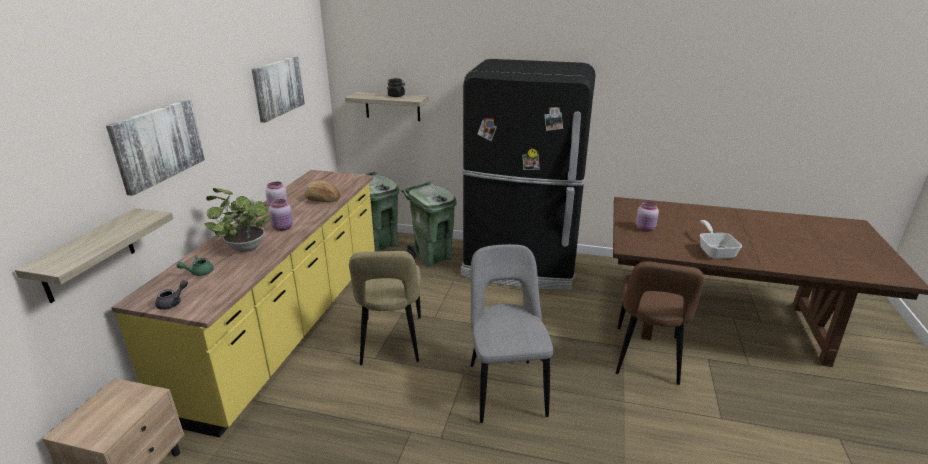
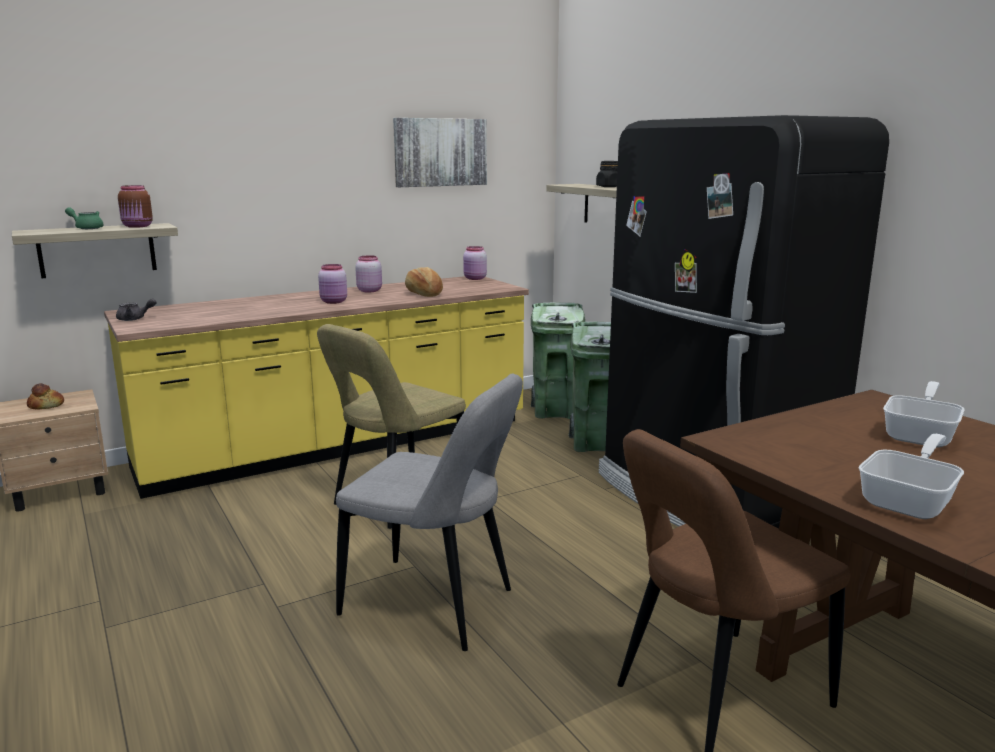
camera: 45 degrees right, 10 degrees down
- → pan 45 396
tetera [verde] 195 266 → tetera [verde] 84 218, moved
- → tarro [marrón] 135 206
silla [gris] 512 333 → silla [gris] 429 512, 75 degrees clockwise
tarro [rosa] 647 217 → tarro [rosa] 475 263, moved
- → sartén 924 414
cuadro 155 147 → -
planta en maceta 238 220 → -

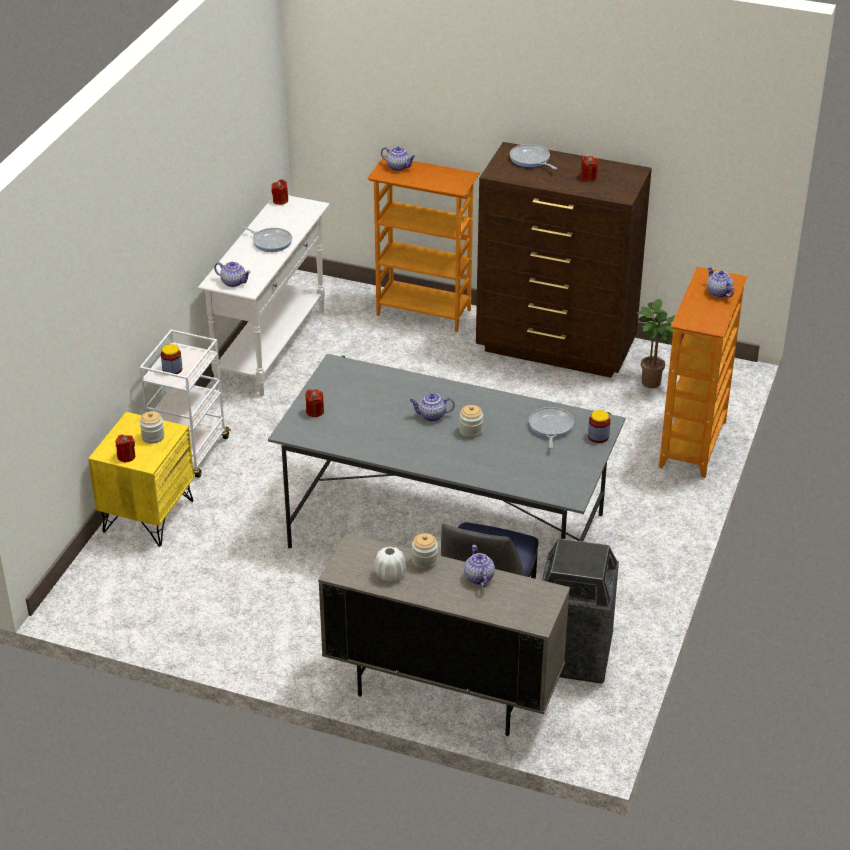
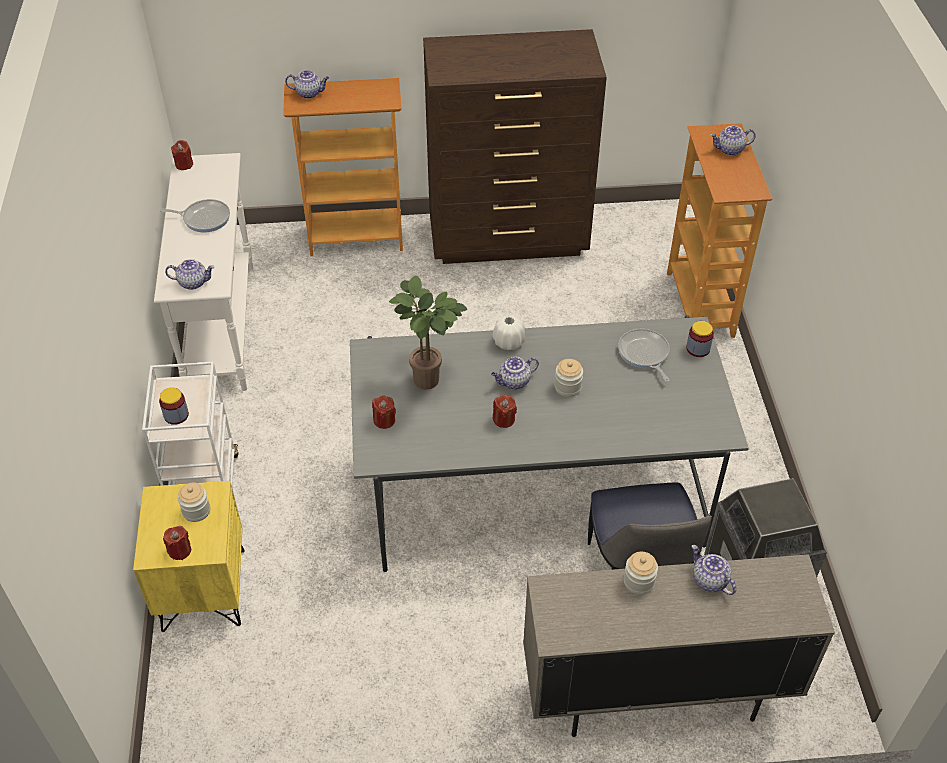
camera: 25 degrees left, 10 degrees up
planta en maceta 660 343 → planta en maceta 428 332, moved
florero [blanco] 390 564 → florero [blanco] 509 332, moved
vela [rojo] 589 168 → vela [rojo] 505 411, moved
tetera 720 282 → tetera 733 141, 45 degrees counterclockwise
sartén 533 157 → -

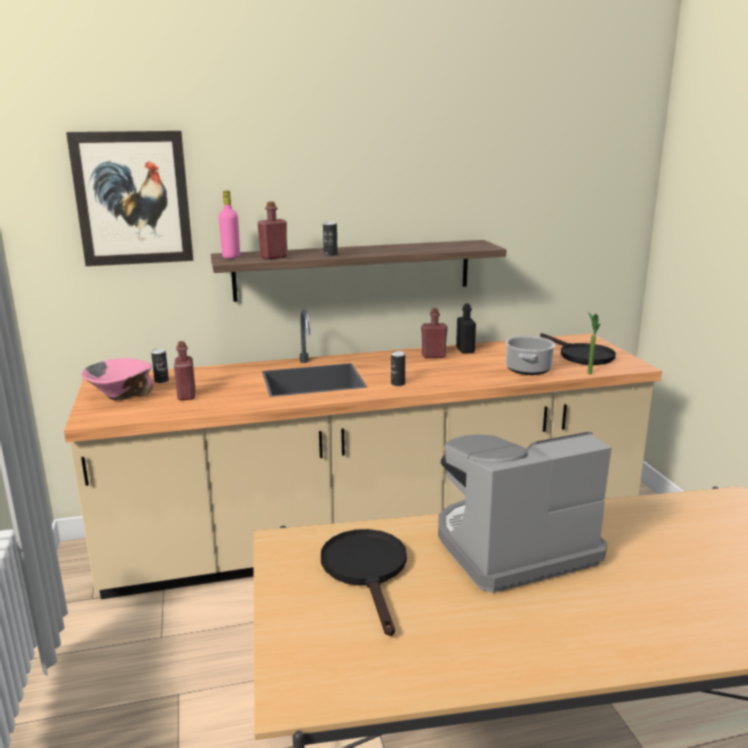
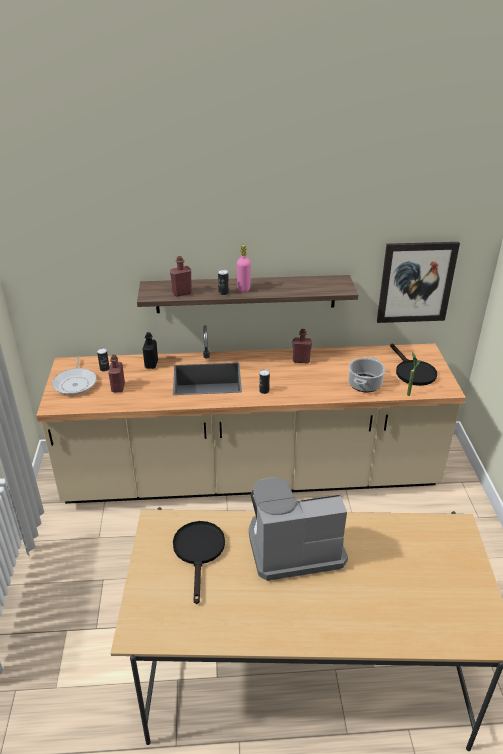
camera: 10 degrees right, 15 degrees up
cuenco [rosa] 117 379 → sartén 74 375
botella [negro] 466 328 → botella [negro] 150 350, moved
botella [rosa] 229 224 → botella [rosa] 244 268, moved
cuadro 129 198 → cuadro 418 282, moved

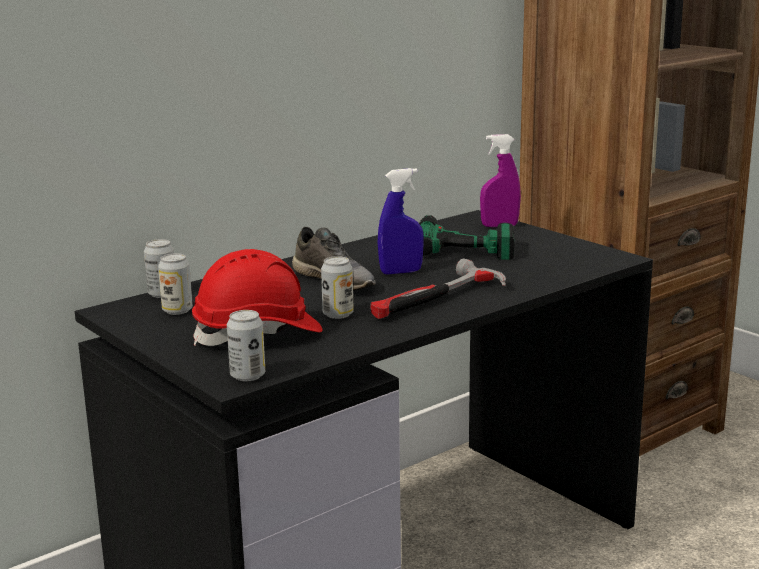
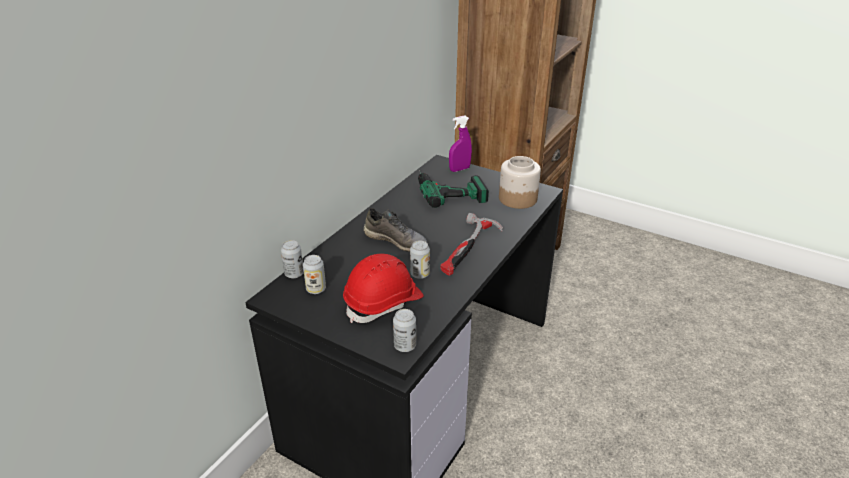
camera: 20 degrees left, 15 degrees up
- → tarro 520 182
pulverizador [azul] 401 221 → -

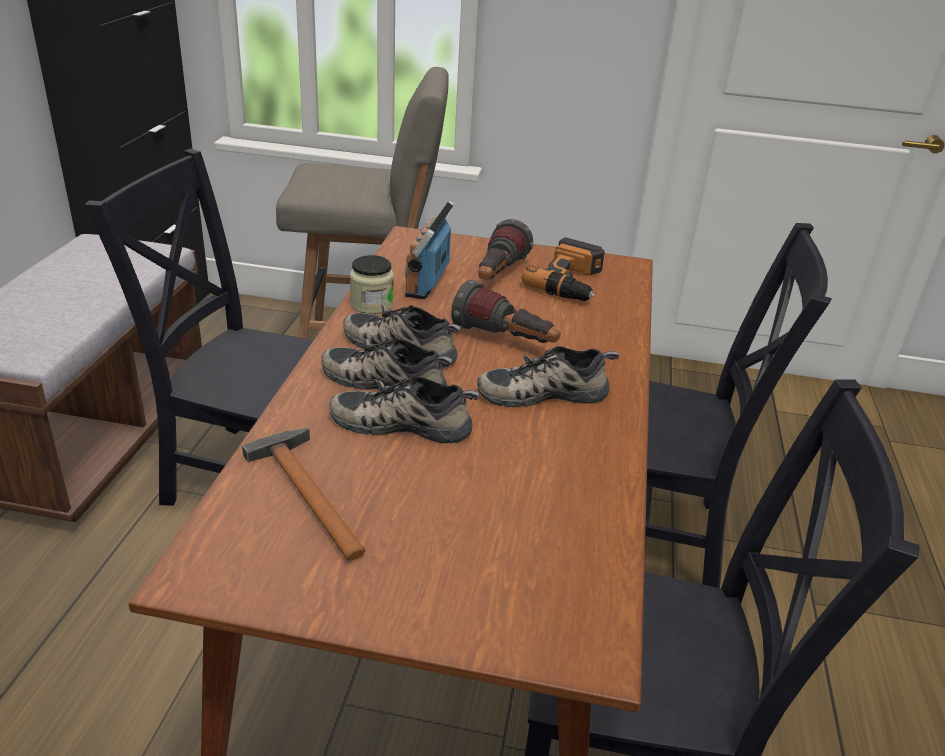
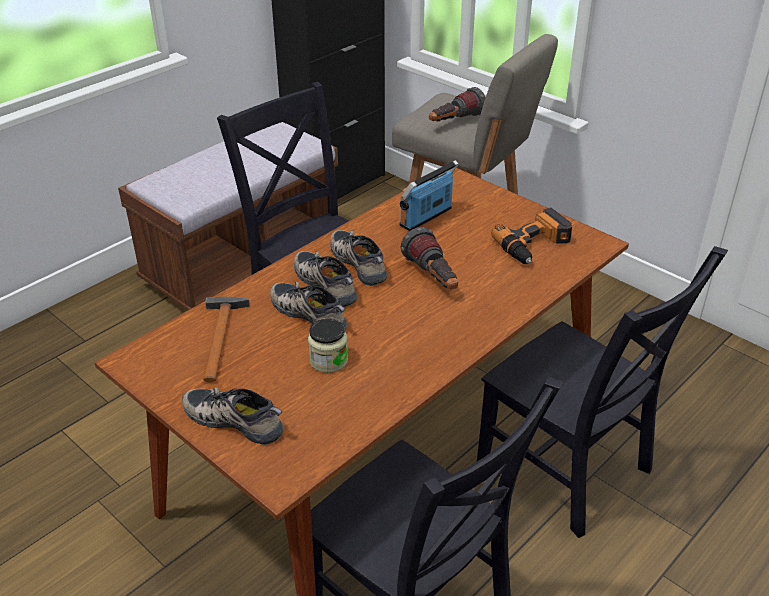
camera: 35 degrees right, 5 degrees up
zapato 548 376 → zapato 233 416, moved
tarro 372 284 → tarro 328 345, moved
linterna 505 249 → linterna 457 104, moved

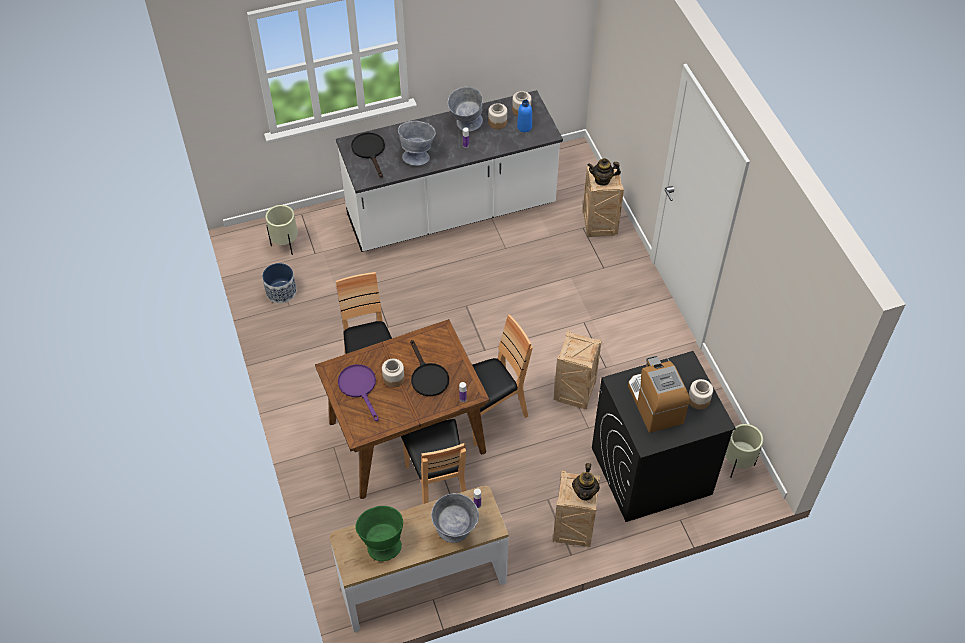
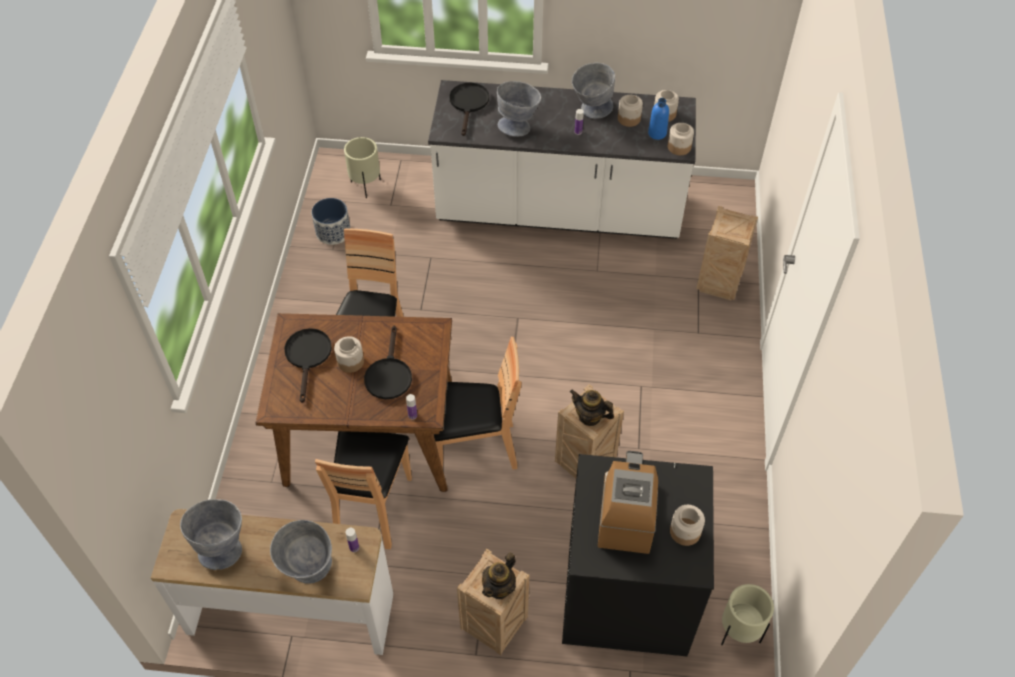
camera: 25 degrees right, 0 degrees up
cuenco [verde] 379 533 → cuenco [gris] 211 534
sartén [morado] 358 392 → sartén [negro] 308 365
tetera 604 172 → tetera 592 408, moved
- → tarro 681 139

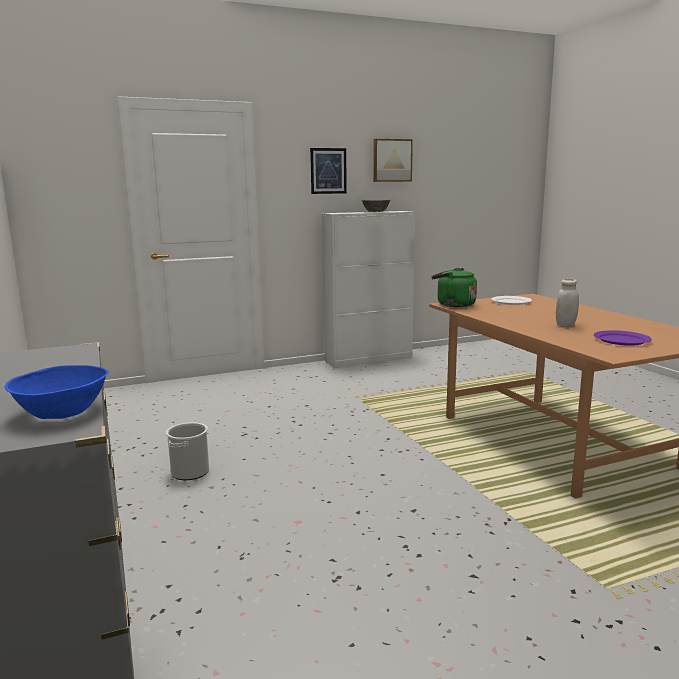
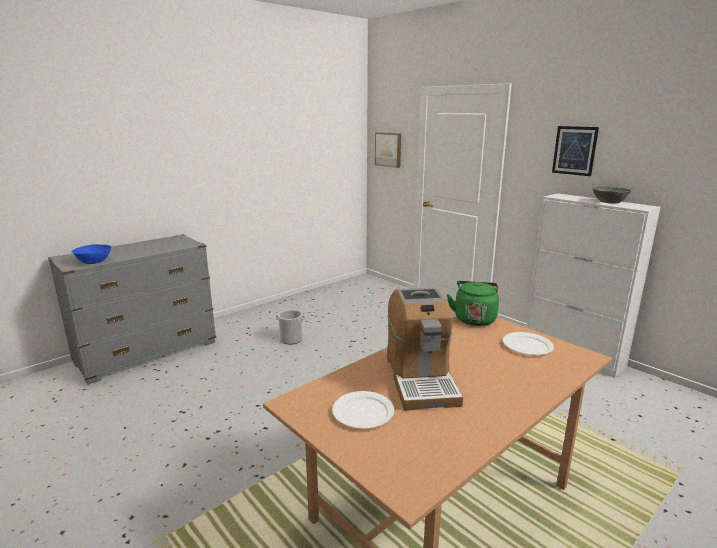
camera: 70 degrees right, 5 degrees up
plato [morado] 623 338 → plato [blanco] 363 409
cuadro 393 160 → cuadro 388 150, moved
tarro [blanco] 567 303 → cafetera 425 349

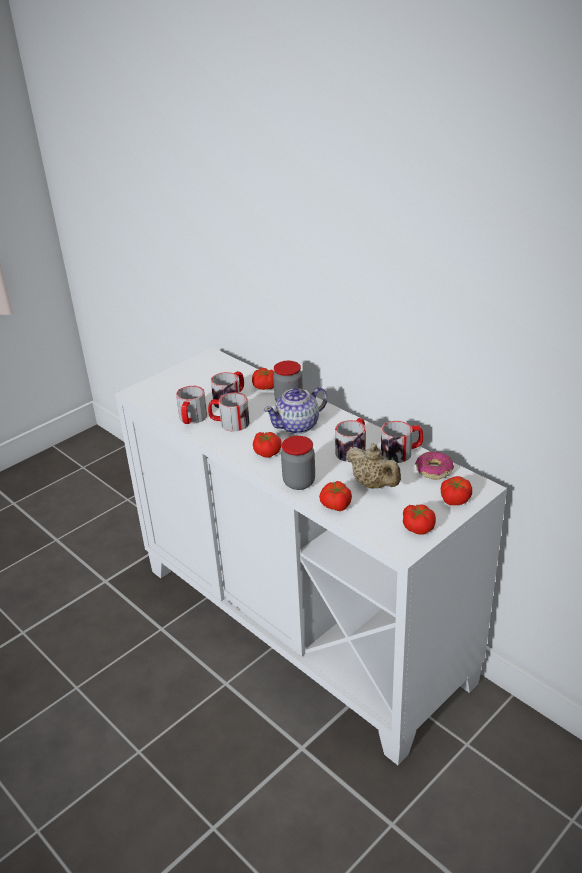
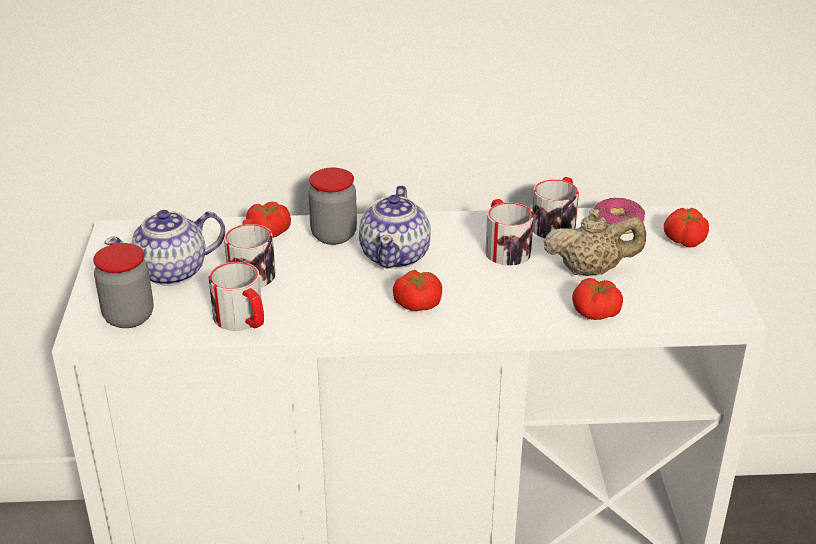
camera: 50 degrees left, 0 degrees up
tarro 298 463 → tarro 123 285, moved
- → tetera 164 248
taza grande 228 411 → -
tomate 419 519 → -

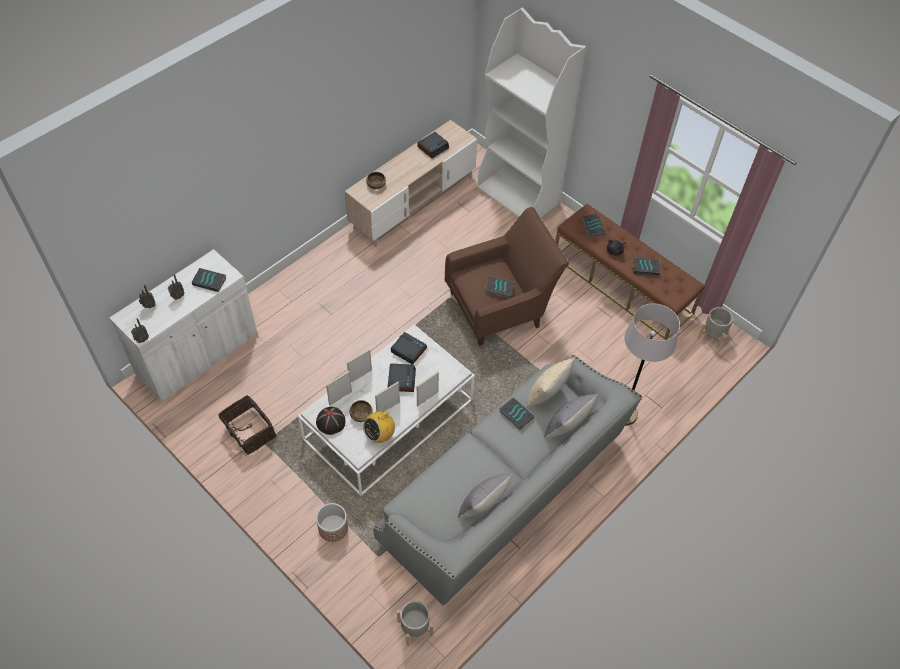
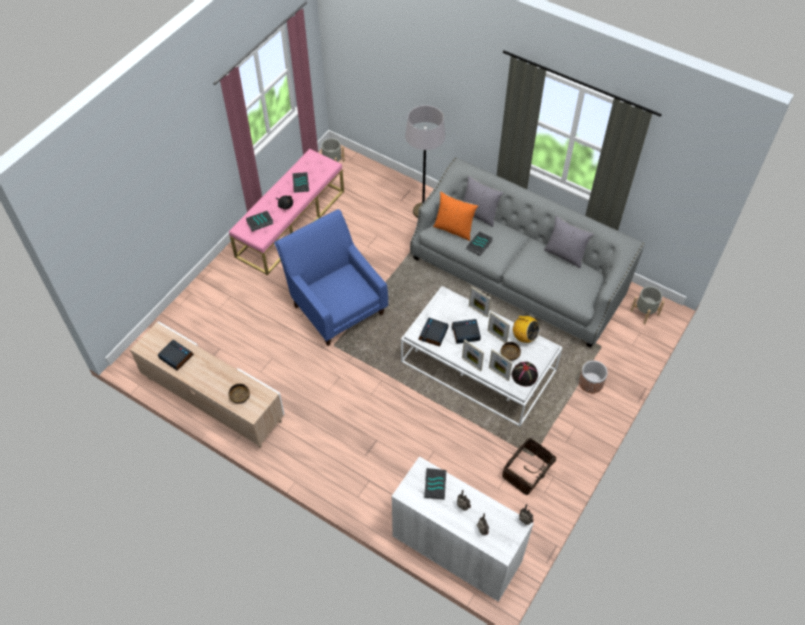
camera: 100 degrees left, 0 degrees up
banco [marrón] 630 272 → banco [rosa] 286 212
sillón [marrón] 507 276 → sillón [azul] 331 277
cojín [beis] 550 382 → cojín [naranja] 455 216
estantería [blanco] 532 112 → -
libro 500 287 → -

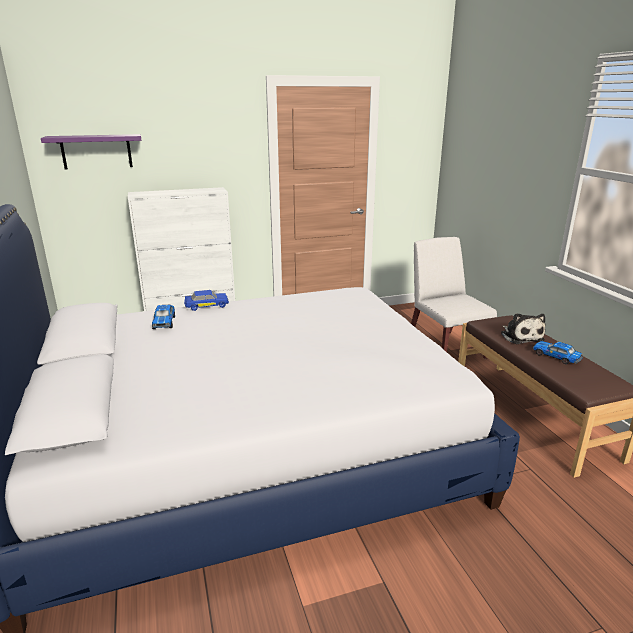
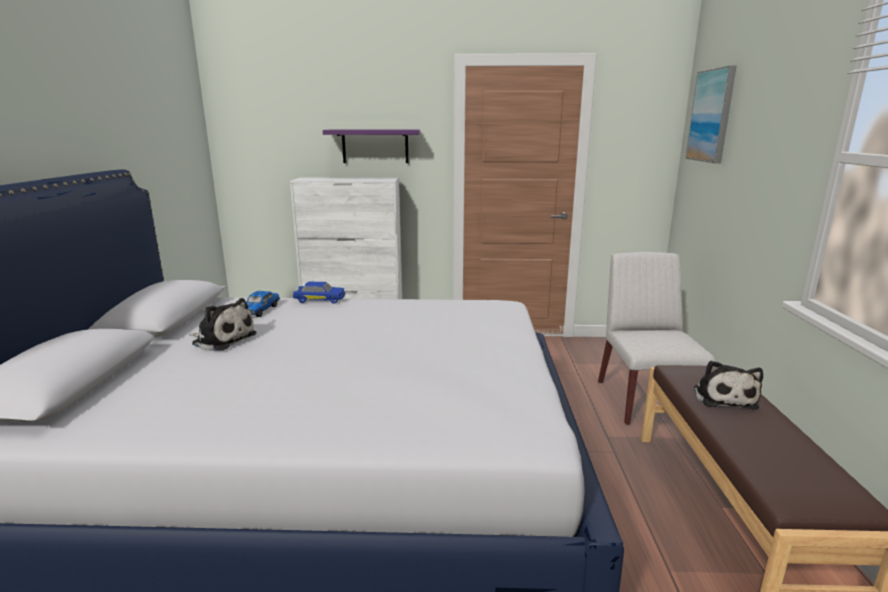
camera: 20 degrees right, 5 degrees down
- → peluche 223 324
estante [morado] 91 152 → estante [morado] 371 146, moved
- → cuadro 711 114
coche de juguete 558 352 → -

